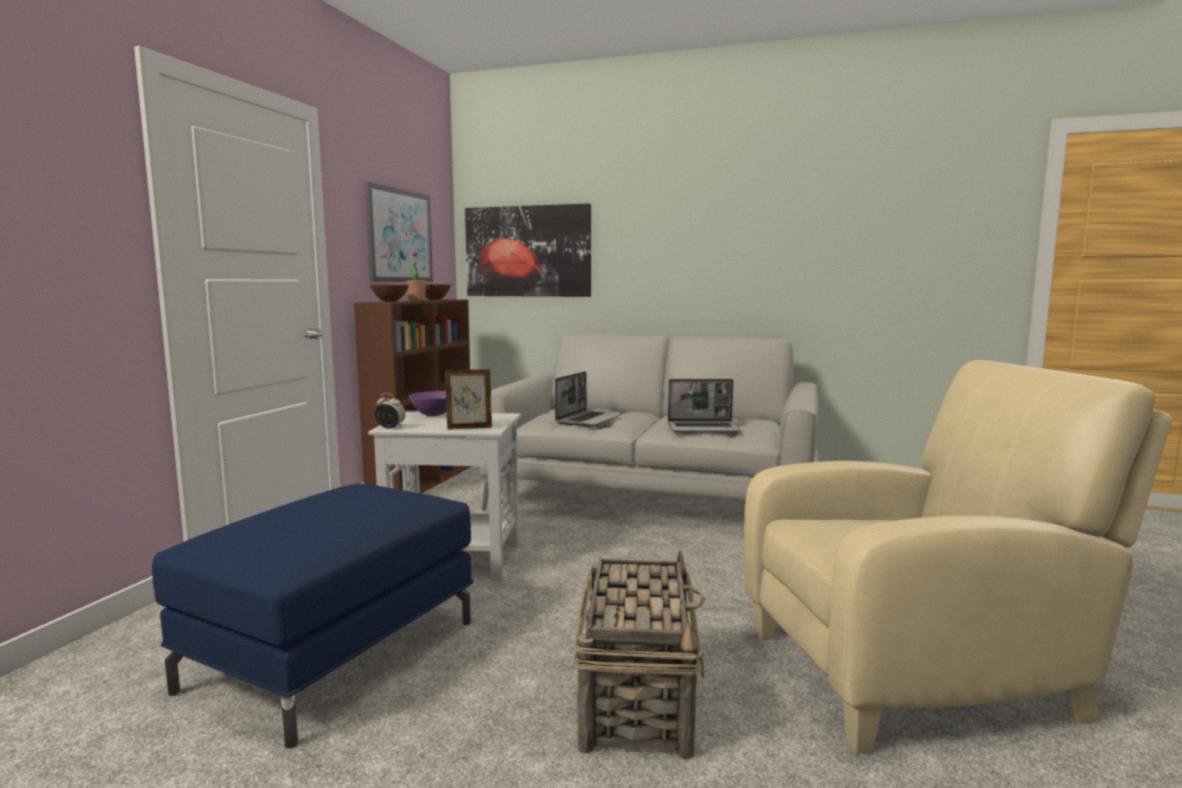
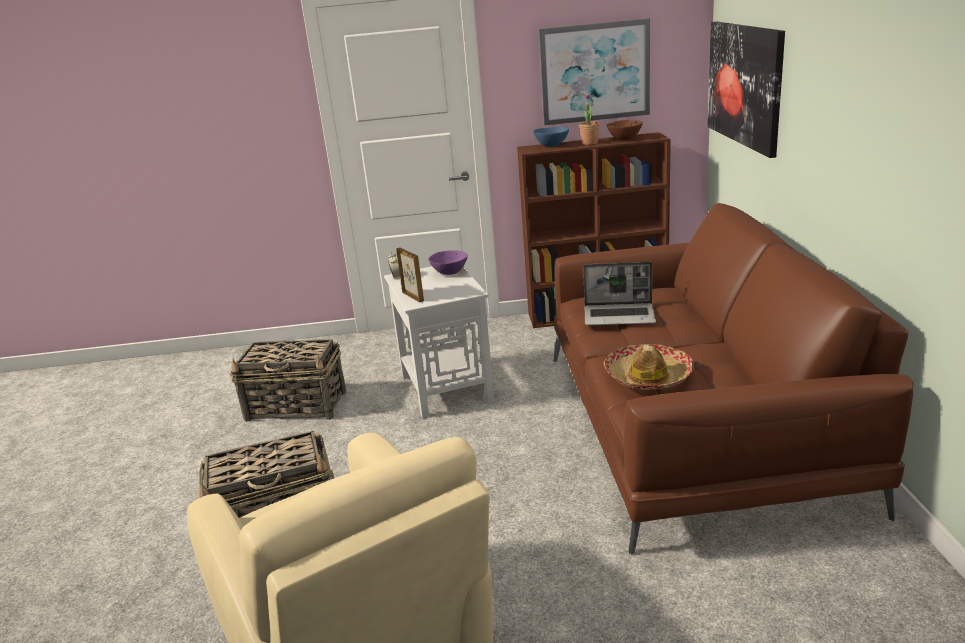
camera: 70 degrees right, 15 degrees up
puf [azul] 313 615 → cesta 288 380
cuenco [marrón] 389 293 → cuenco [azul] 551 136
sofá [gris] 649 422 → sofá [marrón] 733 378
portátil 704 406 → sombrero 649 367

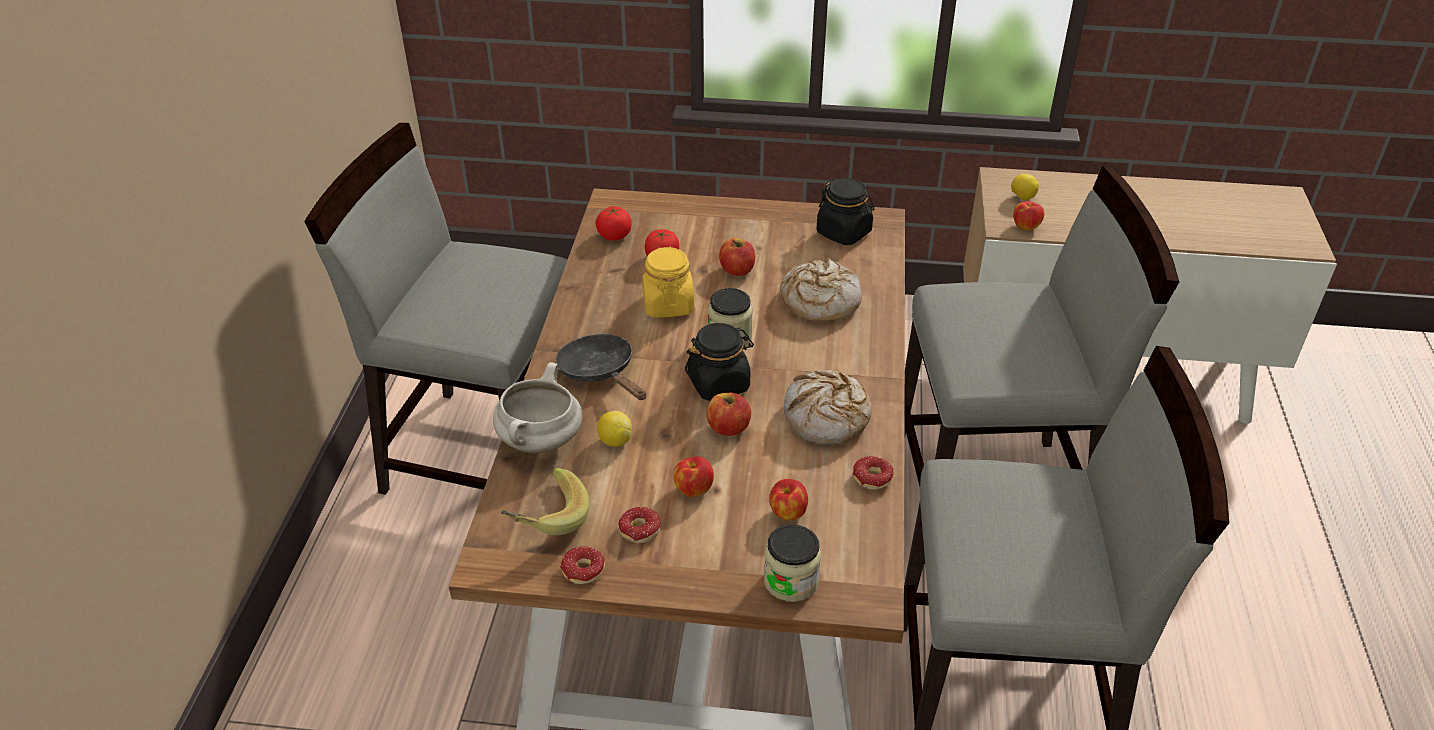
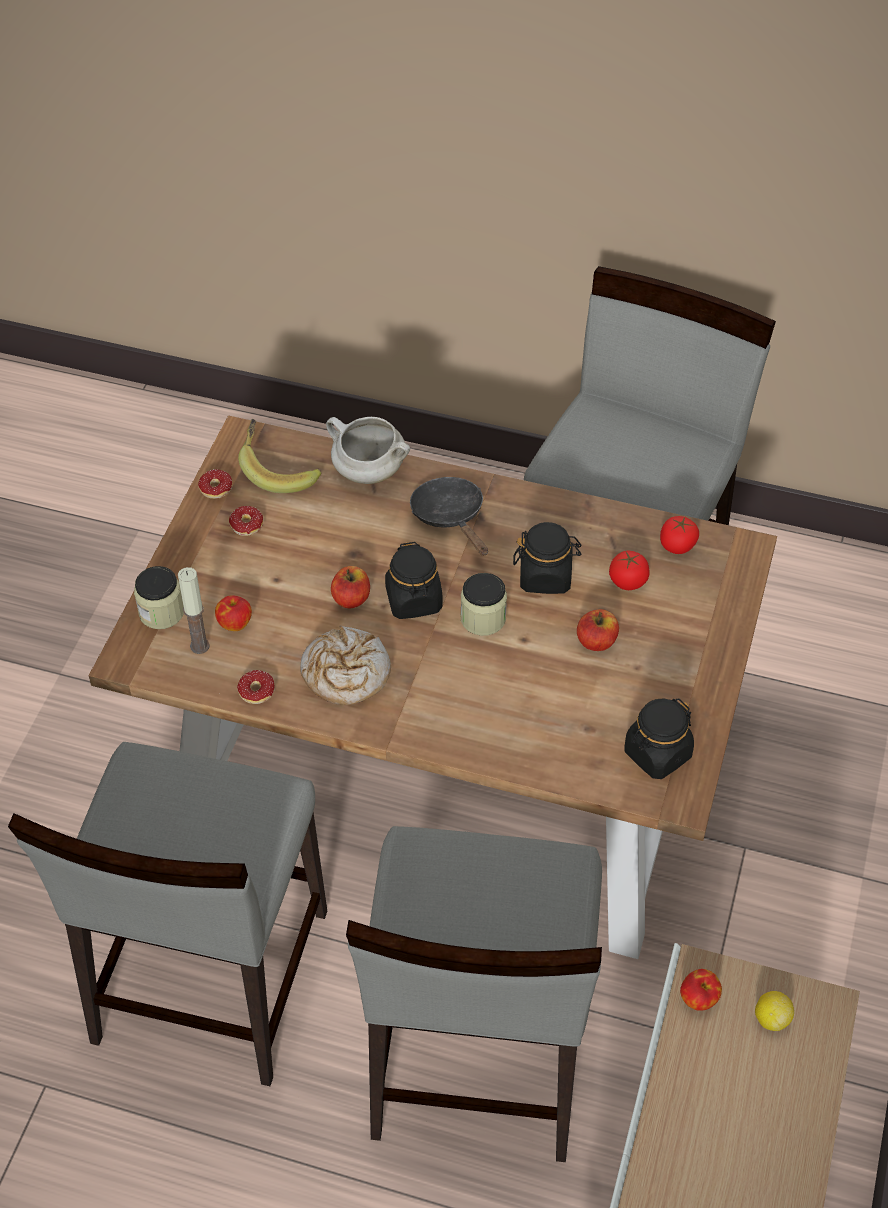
camera: 100 degrees right, 10 degrees up
- → vela 194 610
sartén [negro] 601 367 → sartén [negro] 449 516, 90 degrees counterclockwise
tarro [amarillo] 668 282 → tarro [negro] 547 558
limón 614 429 → -
manzana 693 477 → -
pan 821 289 → -

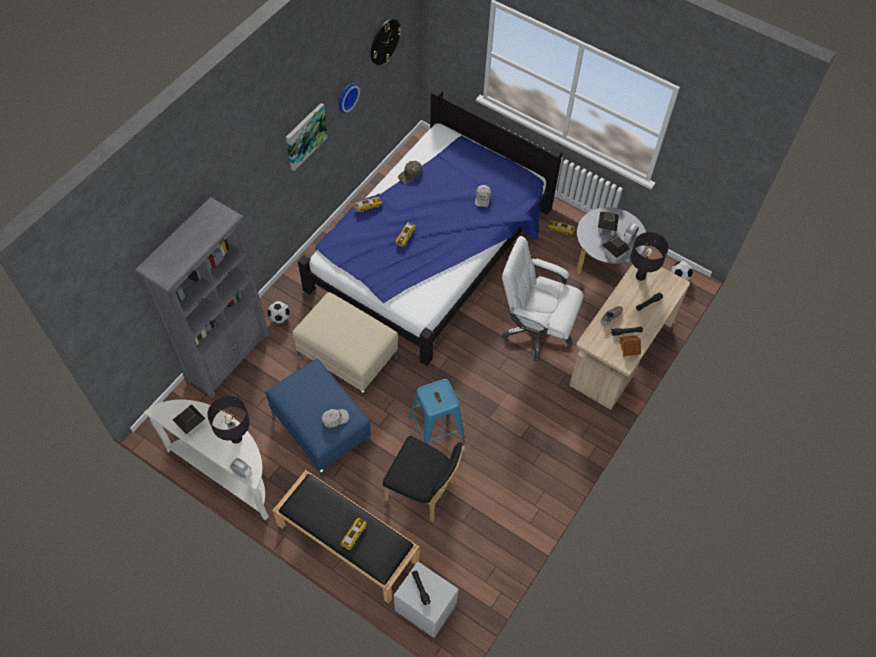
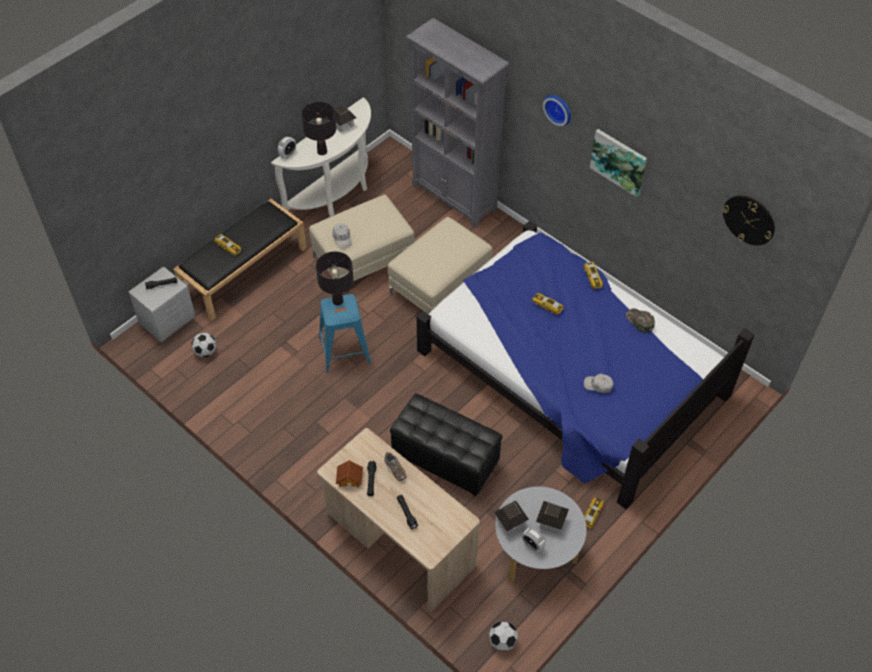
camera: 100 degrees right, 5 degrees down
balón de fútbol 279 312 → balón de fútbol 203 345, moved
puf [azul] 318 418 → puf [beis] 362 238
lámpara de mesa [negro] 649 256 → lámpara de mesa [negro] 335 278, moved
silla de oficina [blanco] 543 298 → puf [negro] 446 444
reloj de pared 349 98 → reloj de pared 557 110, moved
silla [negro] 424 479 → -

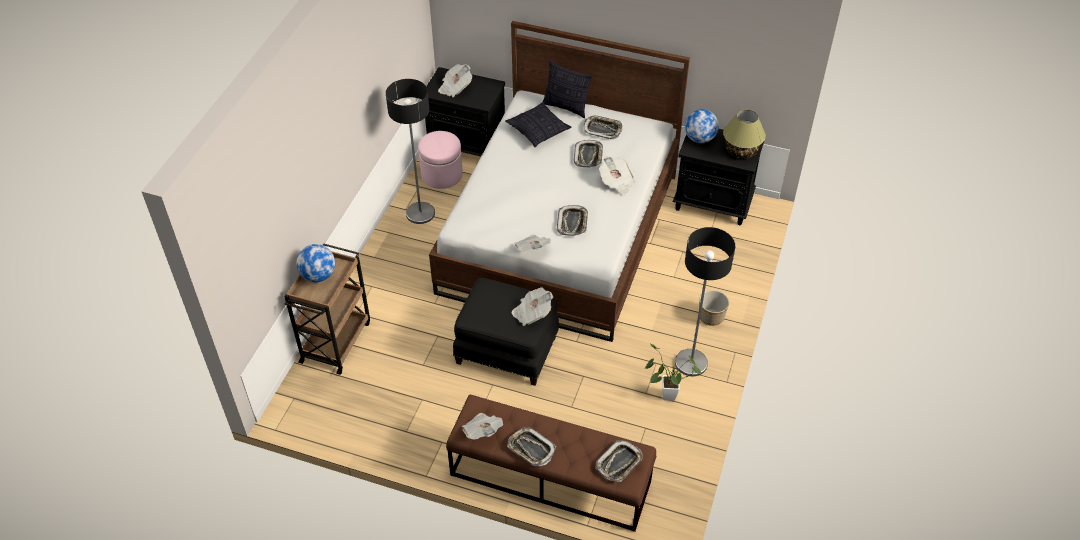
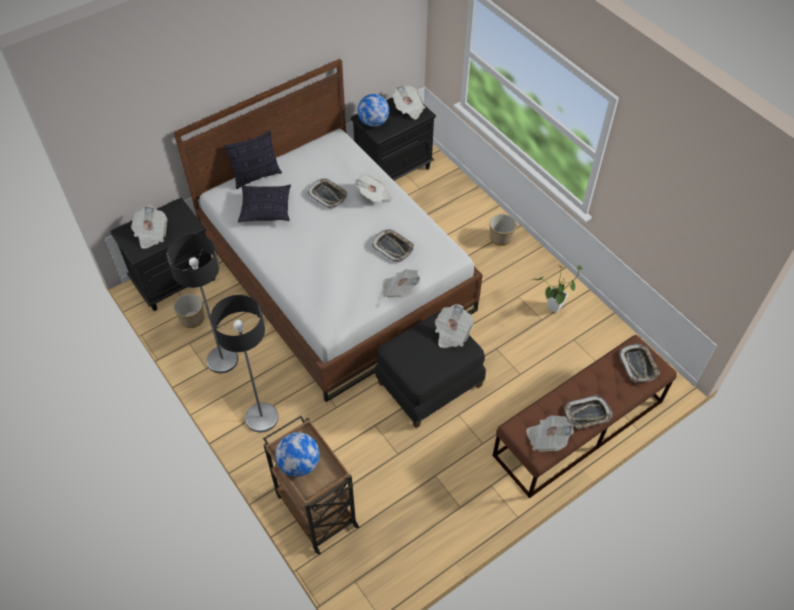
camera: 55 degrees left, 5 degrees up
puf [rosa] 440 160 → maceta 188 311
lámpara de pie 705 301 → lámpara de pie 244 364, moved
lámpara de mesa 744 134 → periódico 409 102
bandeja 603 127 → -

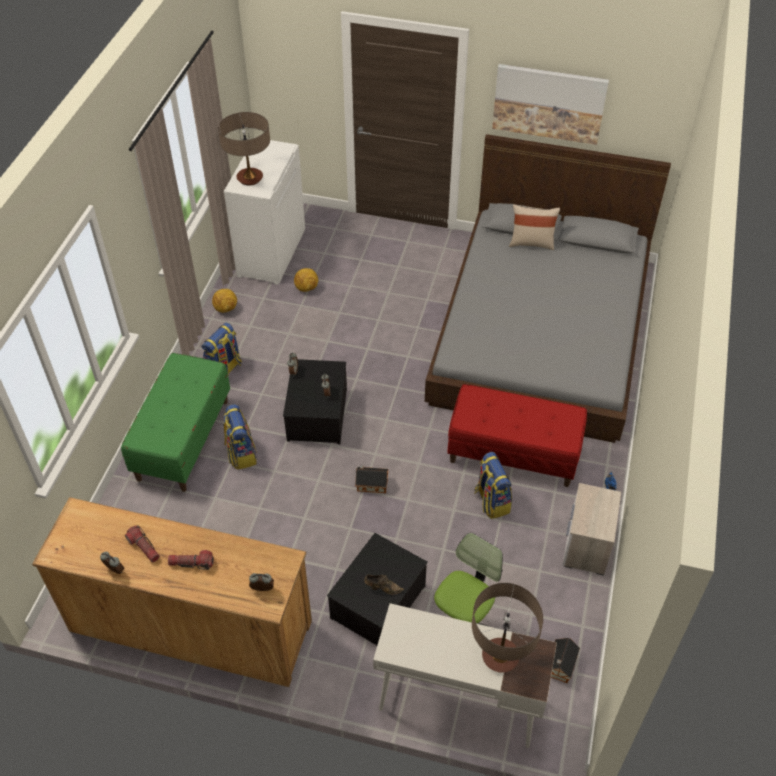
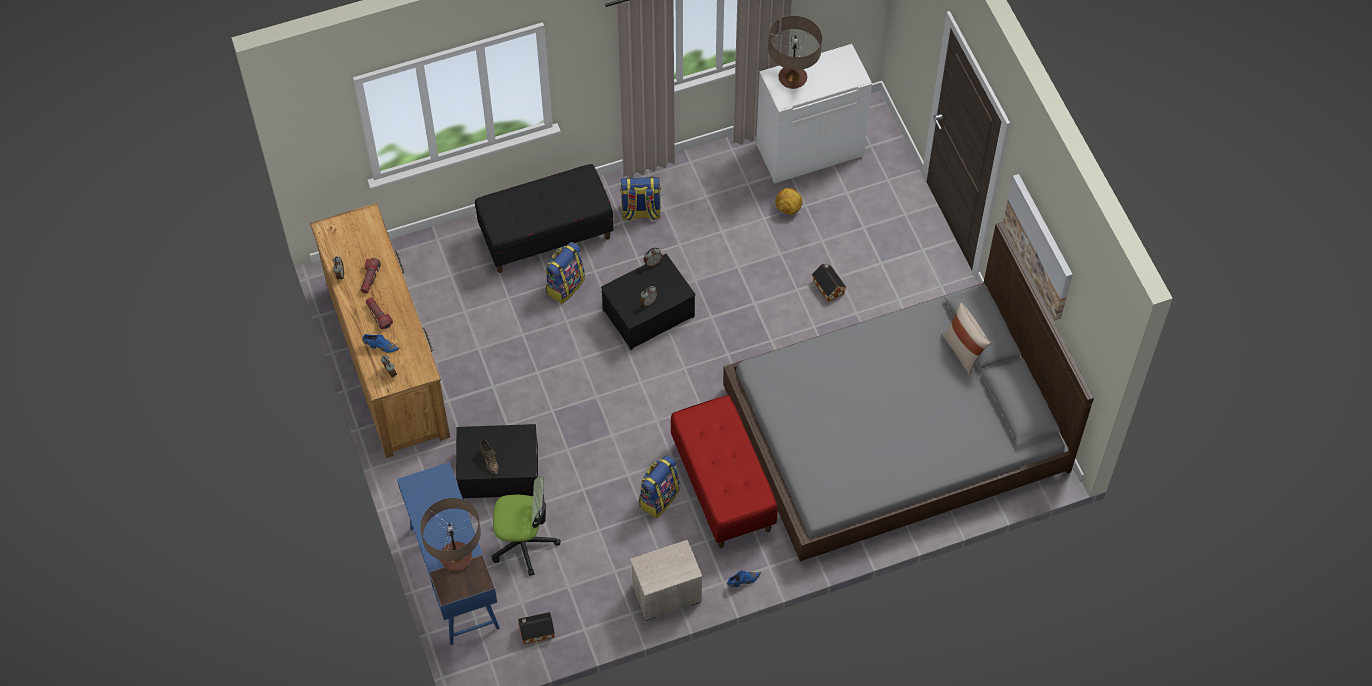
camera: 55 degrees right, 10 degrees up
- → zapato [azul] 381 343
escritorio [blanco] 465 675 → escritorio [azul] 448 553
banco [verde] 175 422 → banco [negro] 544 218
casita 371 479 → casita 829 283, moved
balón de fútbol 224 301 → -

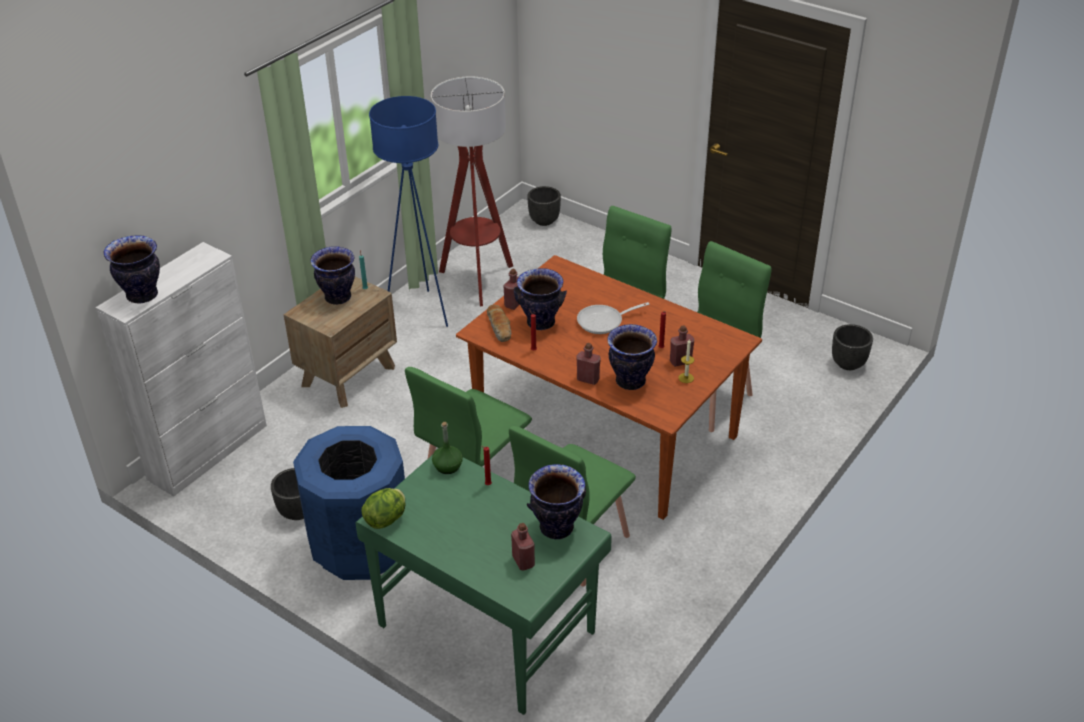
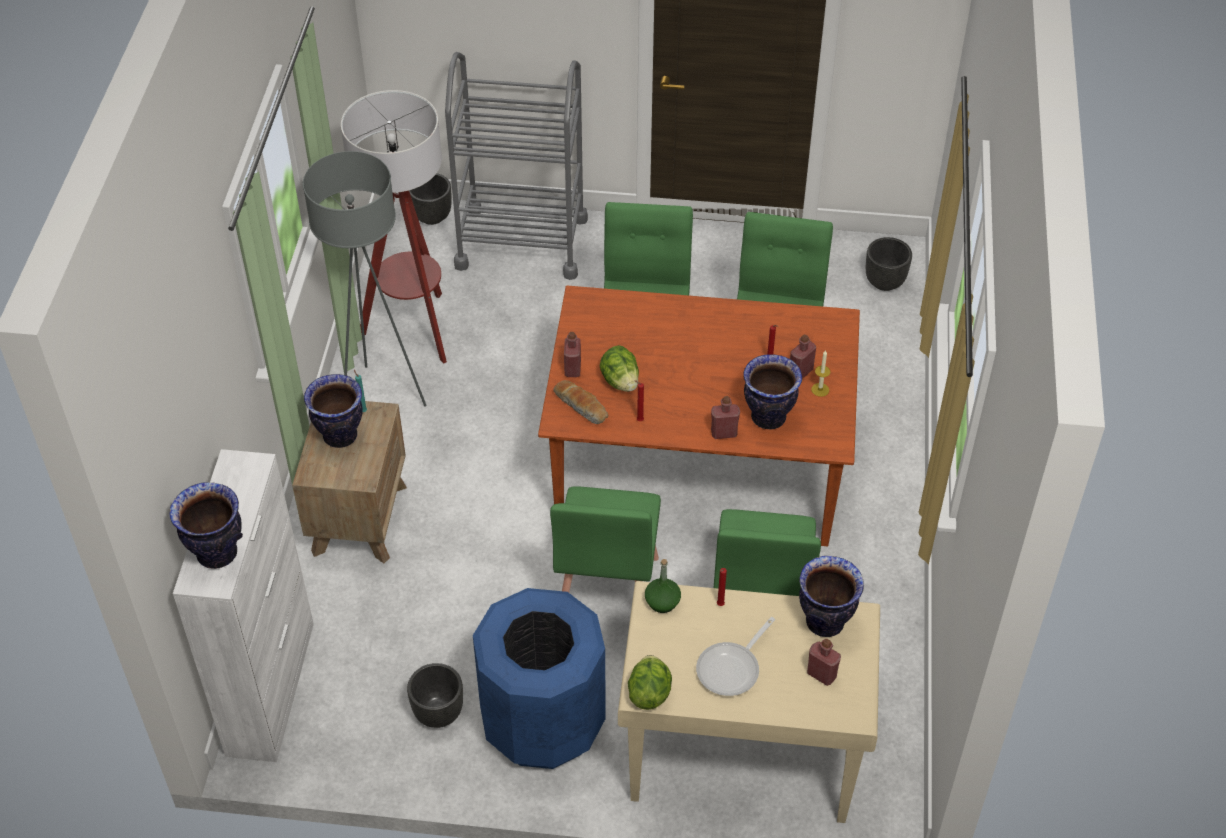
camera: 30 degrees left, 10 degrees up
lámpara de pie [azul] 408 211 → lámpara de pie [gris] 365 279
- → carrito [gris] 516 166
florero 540 299 → lechuga 619 368
escritorio [verde] 483 585 → escritorio [beis] 749 702
sartén 613 318 → sartén 735 656, moved

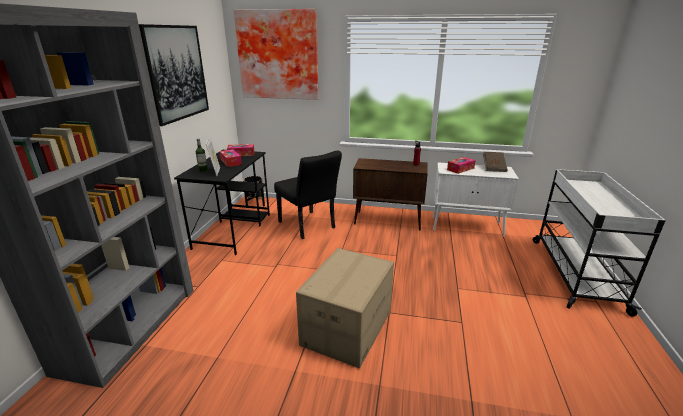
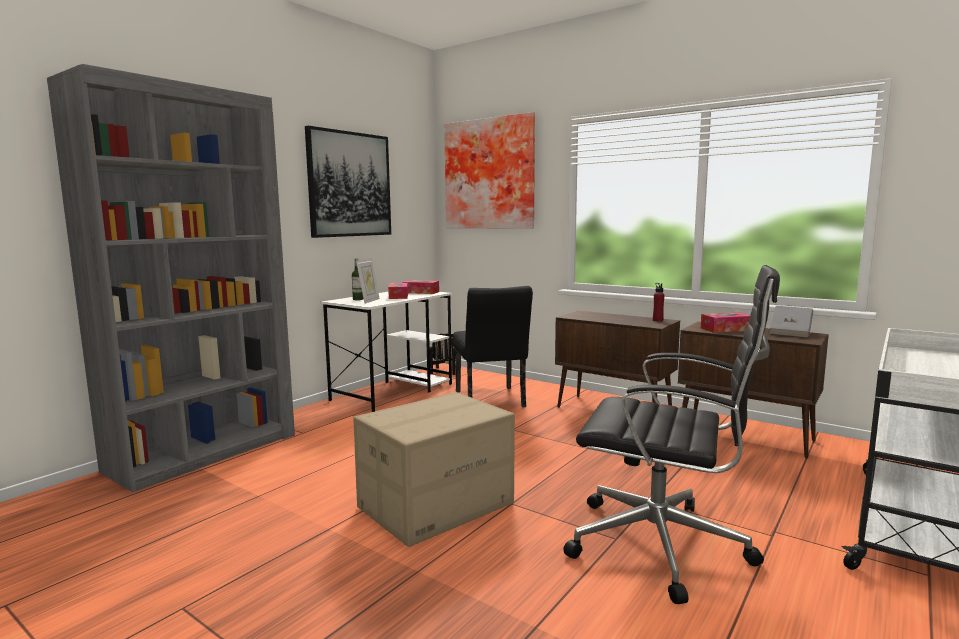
camera: 25 degrees right, 15 degrees down
escritorio [negro] 222 202 → escritorio [blanco] 387 352
- → silla de oficina [negro] 671 434
armario [blanco] 476 199 → armario [marrón] 753 390
libro [marrón] 495 162 → libro [gris] 791 322

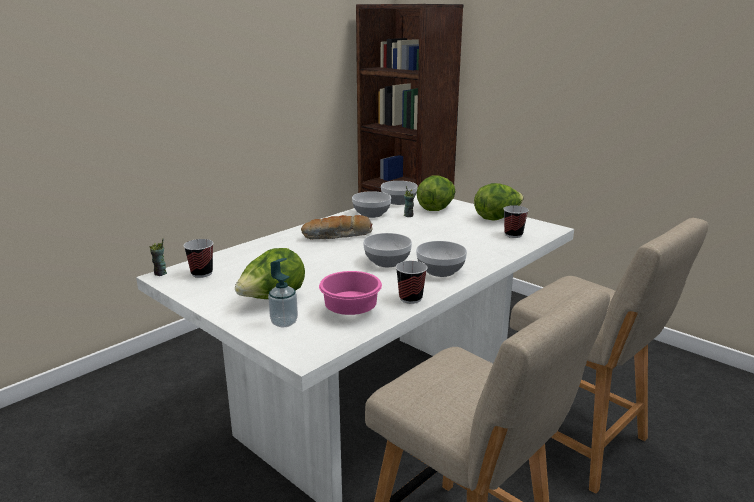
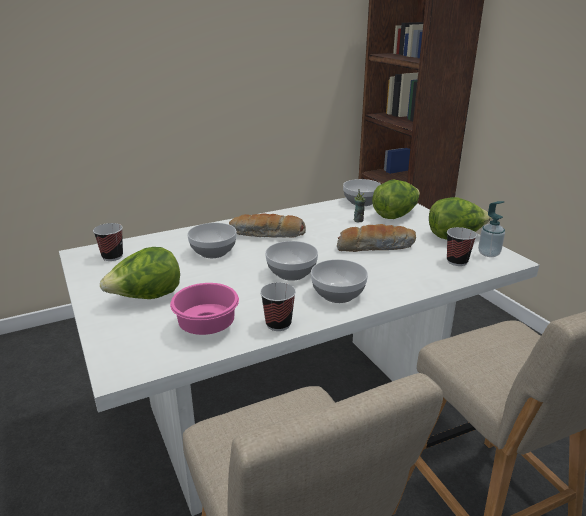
camera: 20 degrees right, 5 degrees up
cuenco 371 204 → cuenco 212 240, moved
- → pan 376 238
dispensador de jabón 283 292 → dispensador de jabón 491 229, moved
taza 158 257 → -

